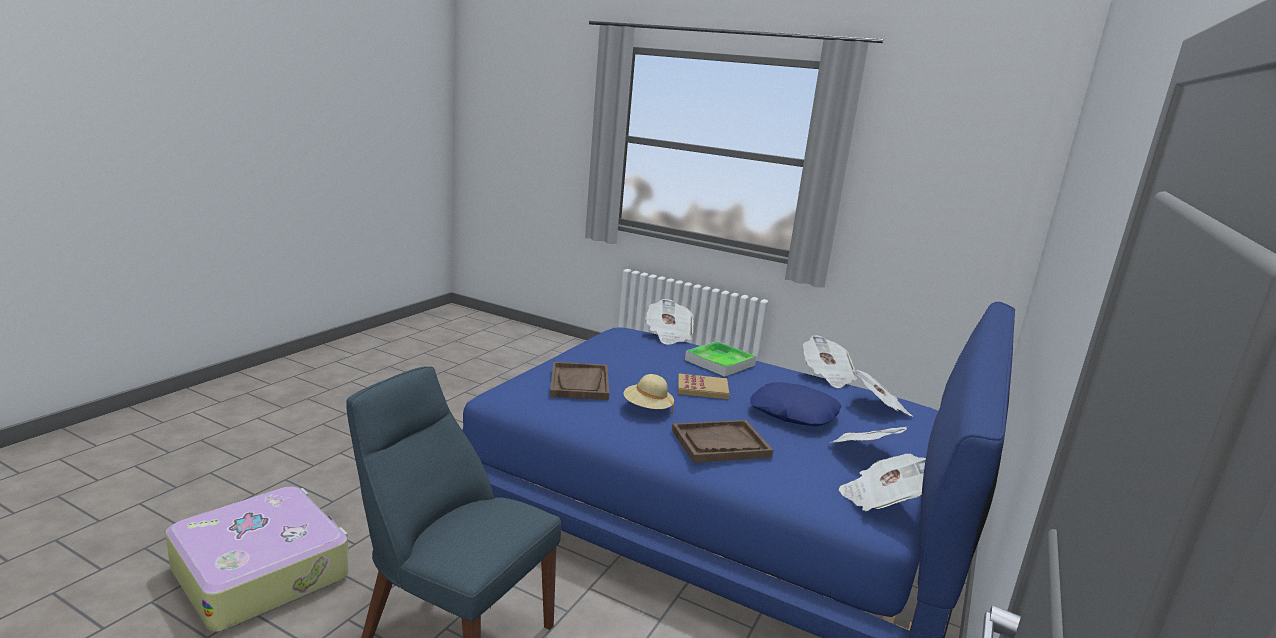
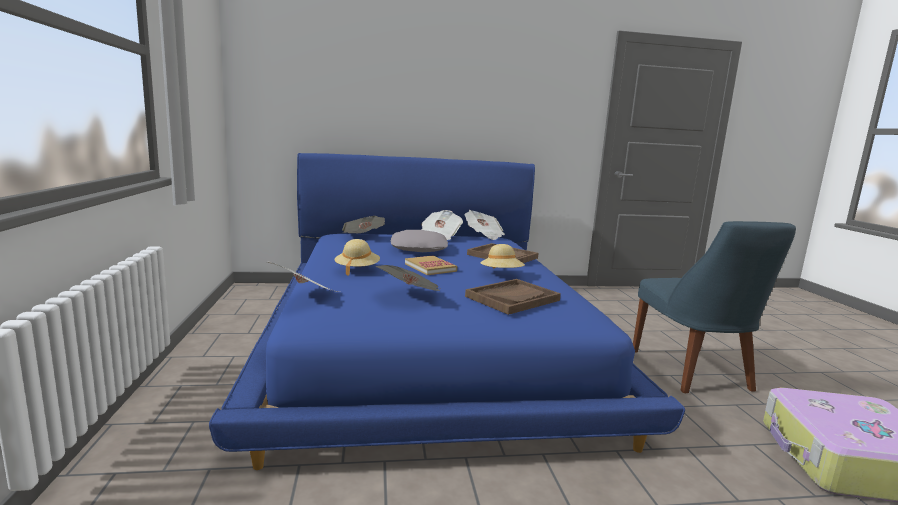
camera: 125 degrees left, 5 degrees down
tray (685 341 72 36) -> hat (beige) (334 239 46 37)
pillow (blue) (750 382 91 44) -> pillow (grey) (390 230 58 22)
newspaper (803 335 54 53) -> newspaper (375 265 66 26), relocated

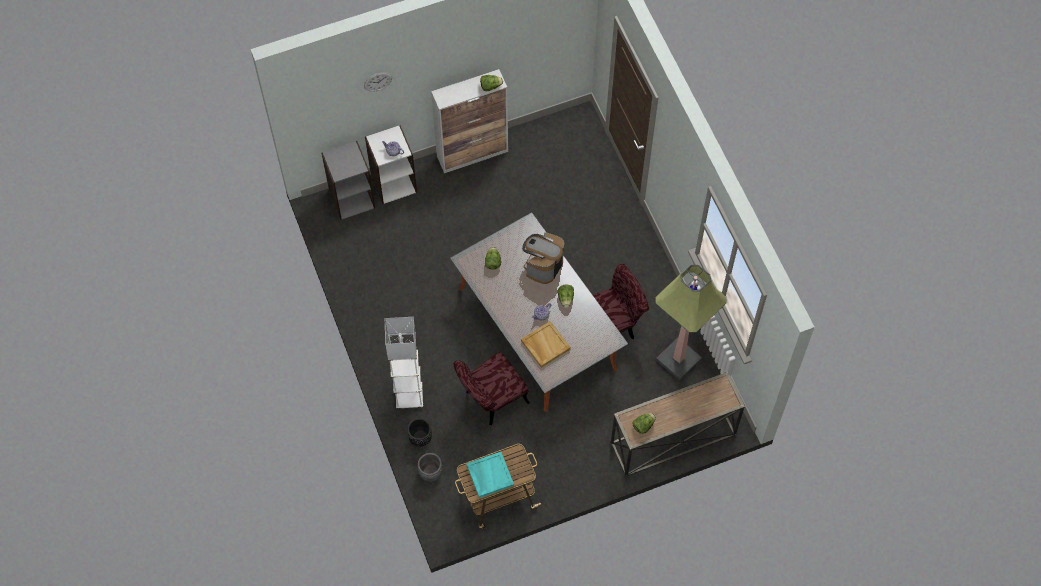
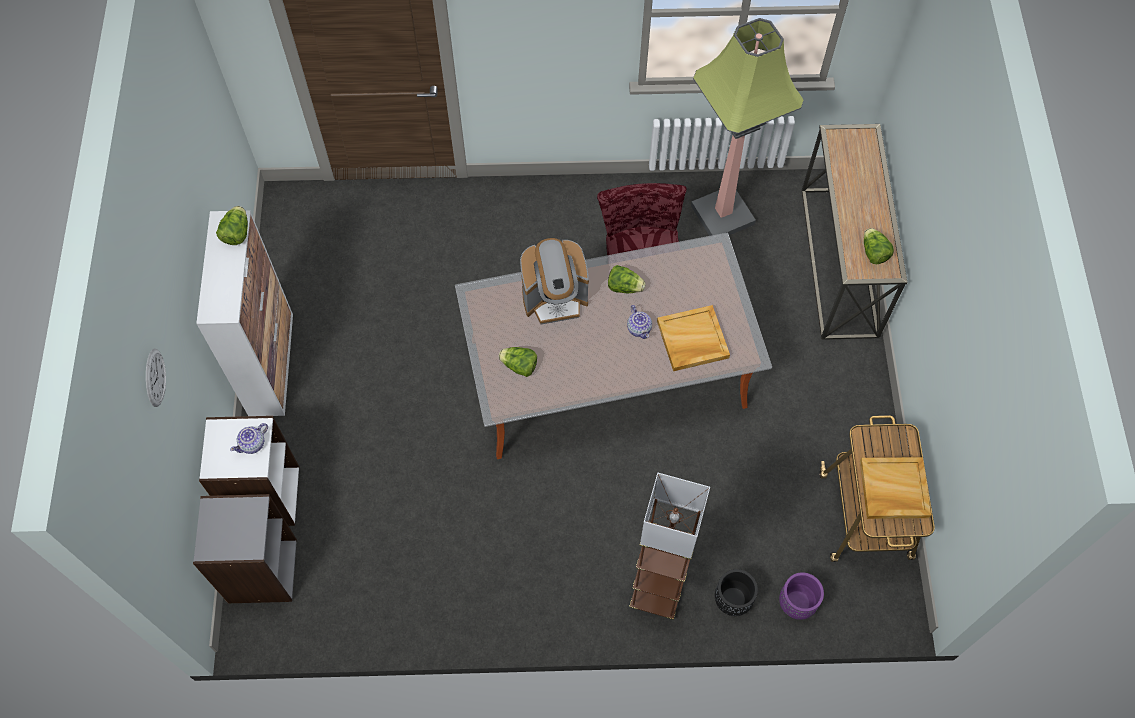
camera: 70 degrees left, 0 degrees up
floor lamp (white) (385 317 38 92) -> floor lamp (brown) (629 473 81 147)
planter (grey) (418 453 24 29) -> planter (purple) (779 572 45 48)
chair (red) (454 352 76 73) -> none
tray (turquoise) (466 452 48 46) -> tray (beige) (860 457 71 62)
coffee machine (522 232 42 52) -> coffee machine (520 238 69 86), 60 degrees counterclockwise

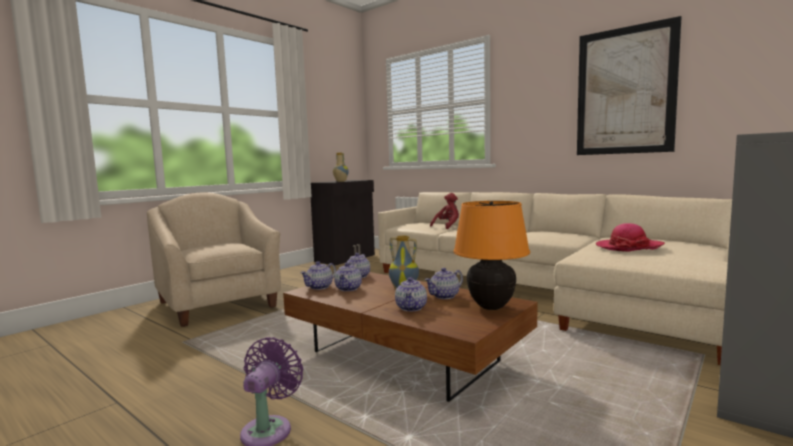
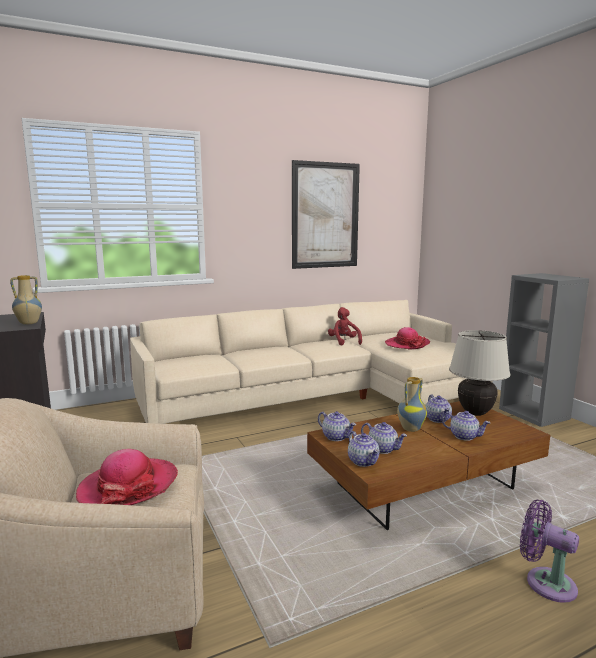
camera: 65 degrees left, 5 degrees up
plush toy (red) (430 193 29 36) -> plush toy (red) (328 307 34 39), relocated
table lamp (orange) (453 201 77 109) -> table lamp (beige) (449 330 62 86)
none -> hat (76 449 102 56)

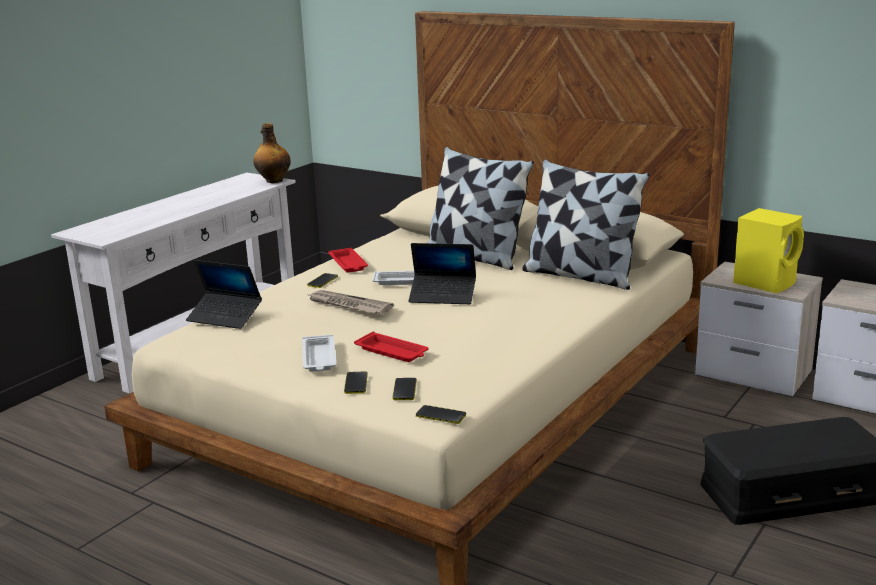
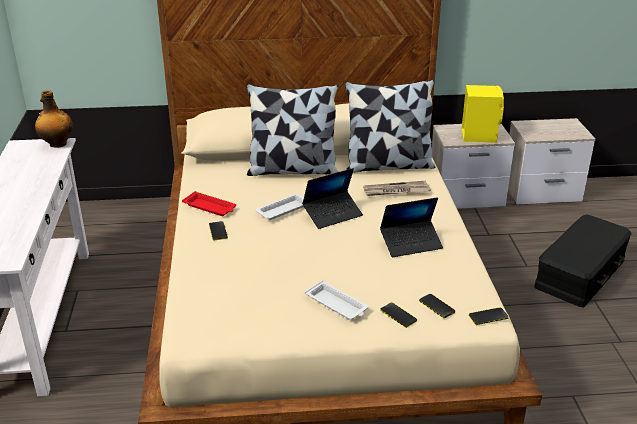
camera: 40 degrees left, 10 degrees up
laptop (186 260 76 69) -> laptop (380 197 63 60), relocated
newspaper (306 290 88 24) -> newspaper (363 181 68 15), relocated
tray (red) (354 331 75 31) -> none

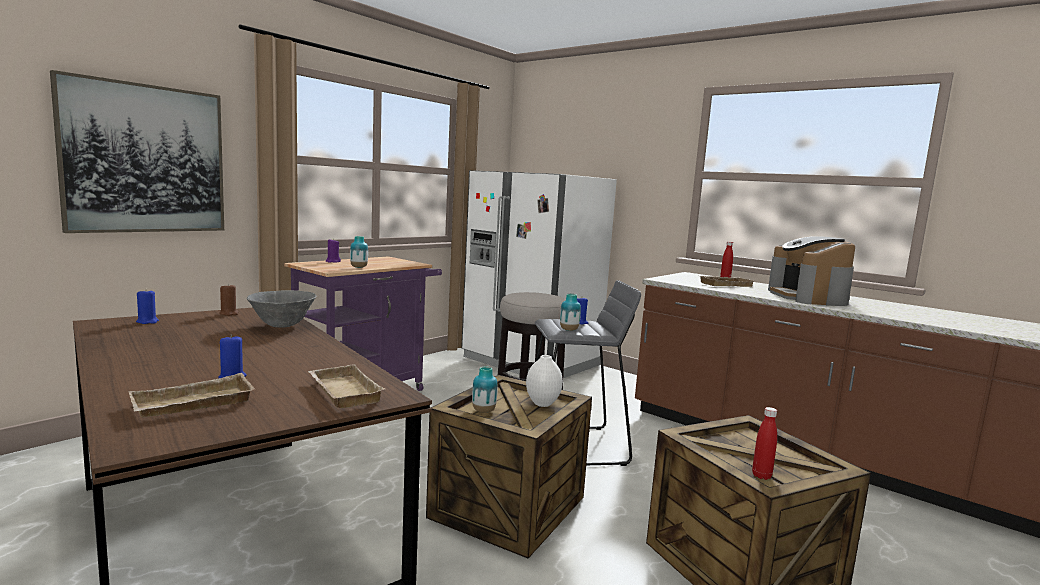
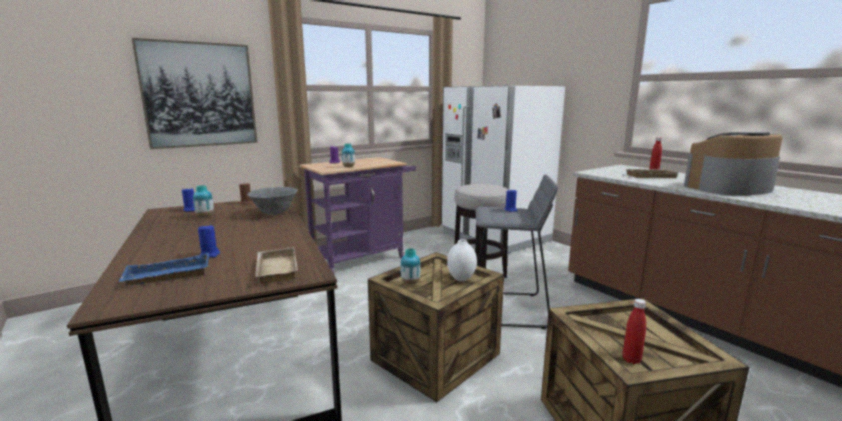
camera: 15 degrees right, 5 degrees up
tray (beige) (128 373 127 45) -> tray (blue) (118 253 91 33)
vase (560 294 21 37) -> vase (193 185 21 32), relocated
coffee machine (768 236 87 70) -> coffee machine (684 132 98 63), 60 degrees clockwise

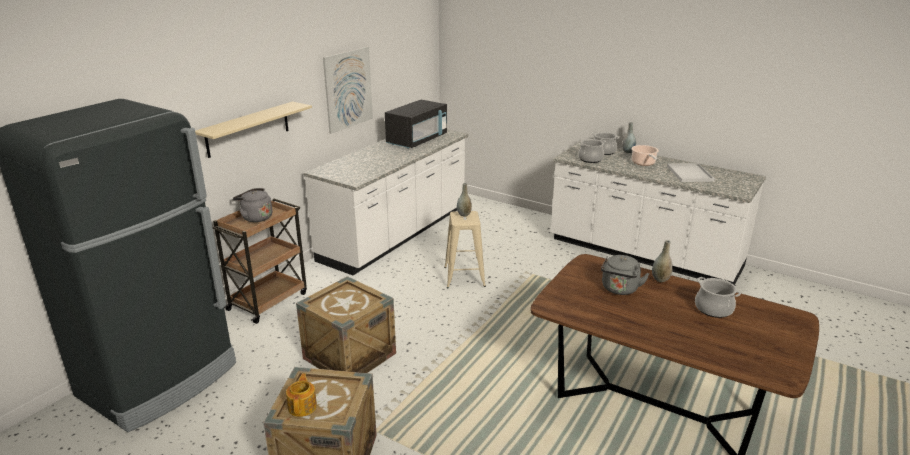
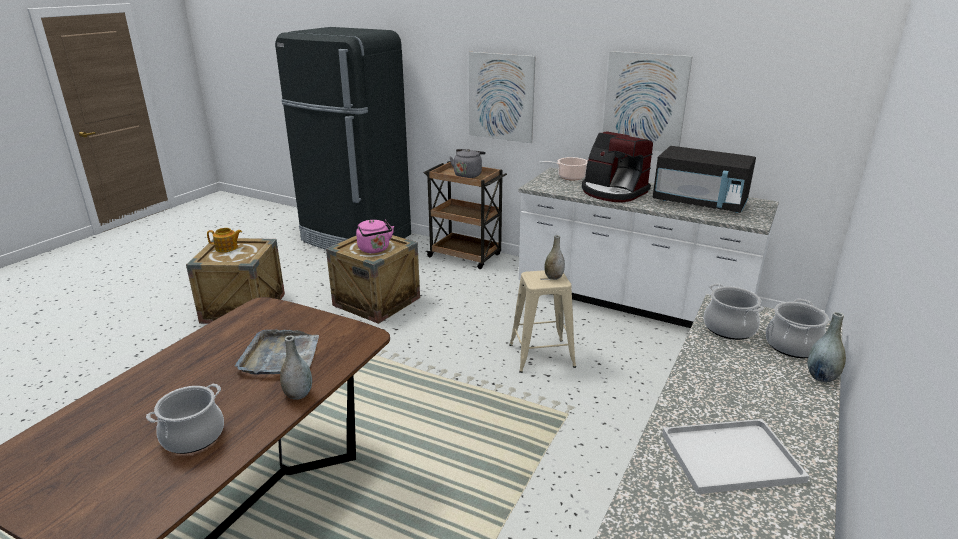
camera: 85 degrees right, 0 degrees up
shelf (beige) (195 101 117 57) -> picture (469 52 67 91)
kettle (grey) (601 255 48 40) -> tray (grey) (235 330 84 45)
cooking pot (631 145 28 21) -> cooking pot (539 157 49 23), relocated
none -> kettle (pink) (356 220 38 33)
none -> coffee machine (582 131 71 71)

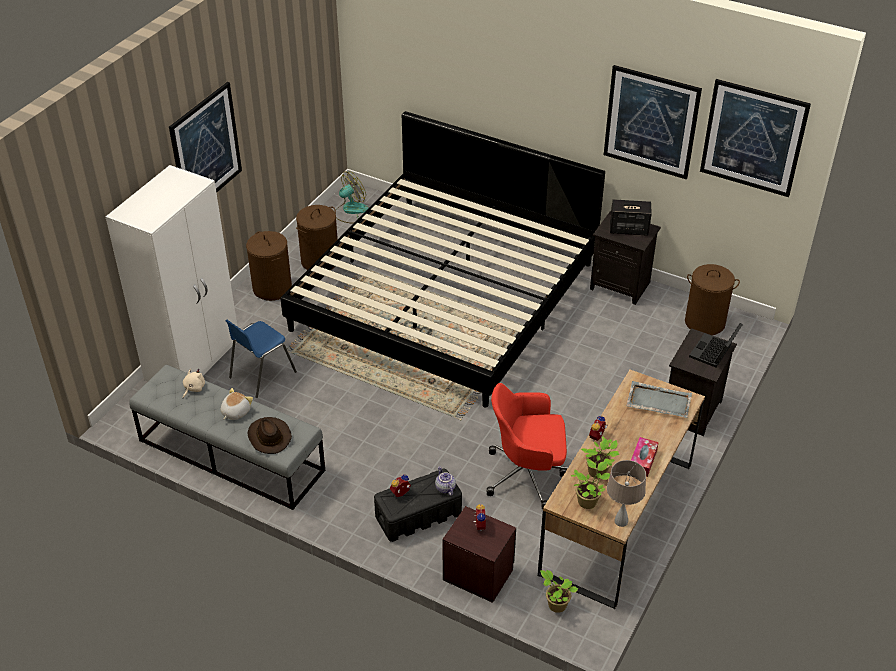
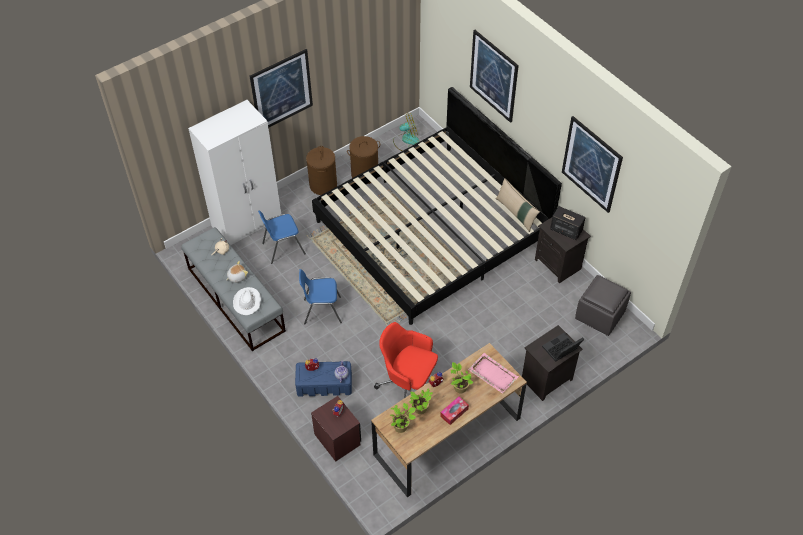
camera: 25 degrees right, 10 degrees up
hat (brown) (247 417 45 37) -> hat (white) (233 287 28 28)
storage box (black) (374 469 88 73) -> storage box (blue) (295 361 57 36)
potted plant (540 570 38 43) -> potted plant (451 362 22 31), relocated
table lamp (beige) (607 460 39 67) -> none
tray (grey) (626 381 66 37) -> tray (pink) (468 353 51 41)
laundry basket (brown) (685 264 55 71) -> ottoman (grey) (575 275 56 61)
picture (700 79 111 118) -> picture (470 30 49 93), relocated
none -> chair (blue) (299 269 43 55)
none -> pillow (beige) (496 178 44 54)

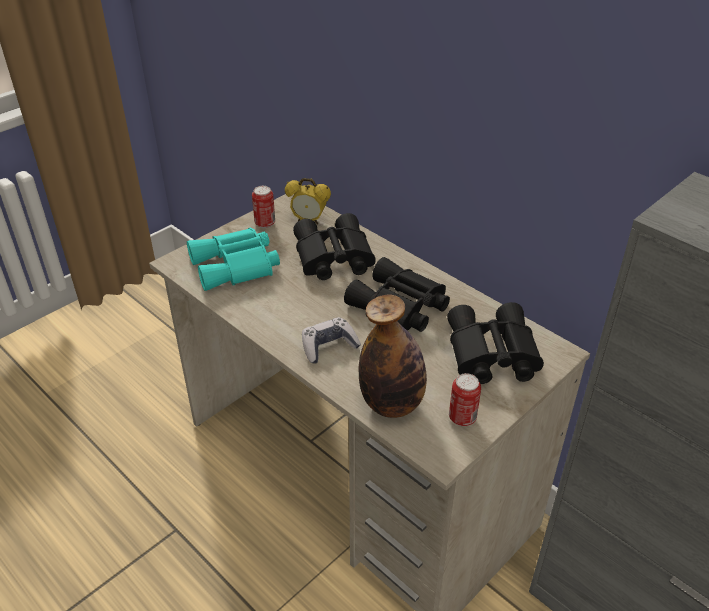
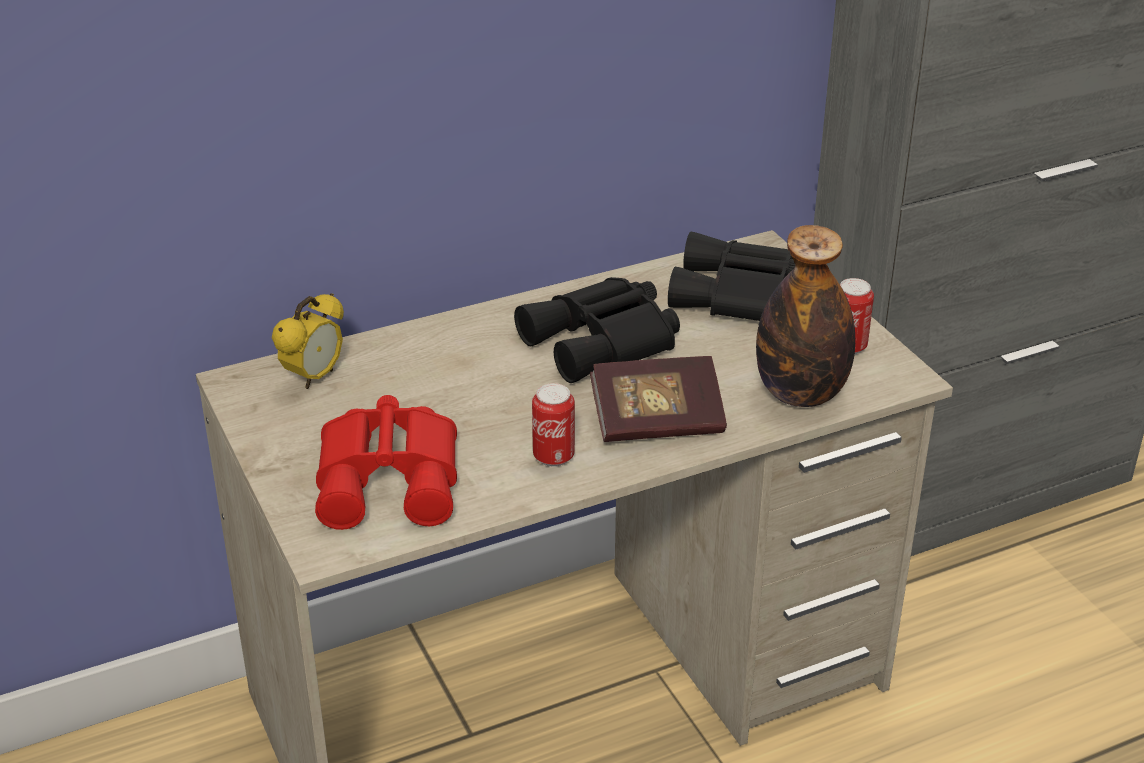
camera: 70 degrees left, 5 degrees down
binoculars (turquoise) (187 227 93 64) -> binoculars (red) (315 395 142 135)
can (252 186 23 42) -> can (532 383 43 84), relocated
binoculars (black) (293 213 83 67) -> none
game controller (302 317 59 47) -> book (590 356 137 86)

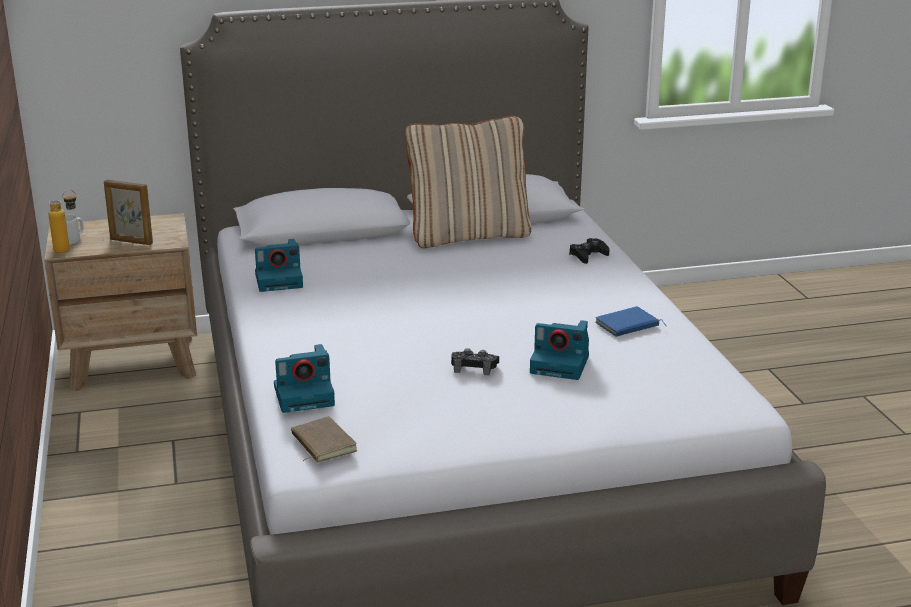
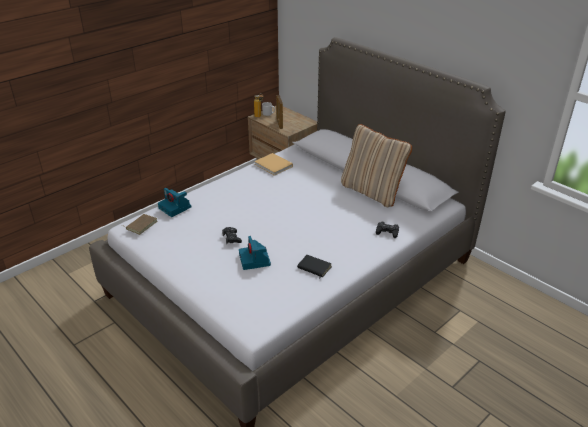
camera: 60 degrees right, 10 degrees up
photo camera (255 239 48 53) -> book (beige) (254 153 39 23)
book (blue) (595 306 71 31) -> book (black) (297 255 35 24)

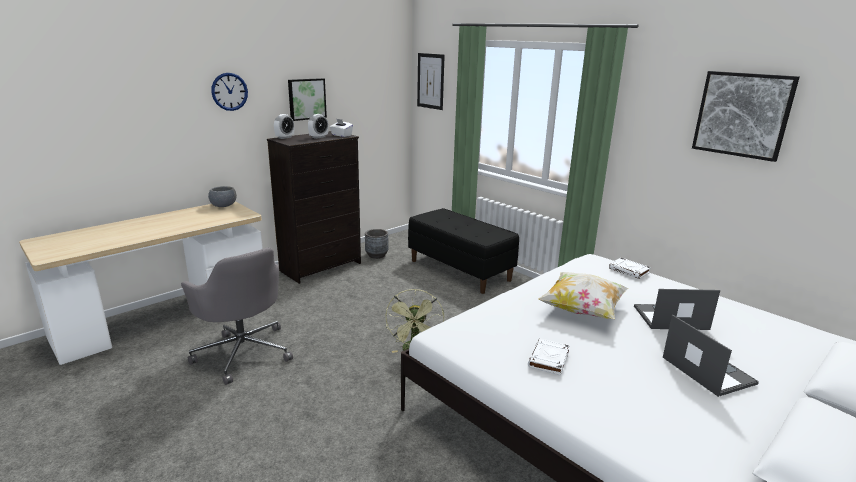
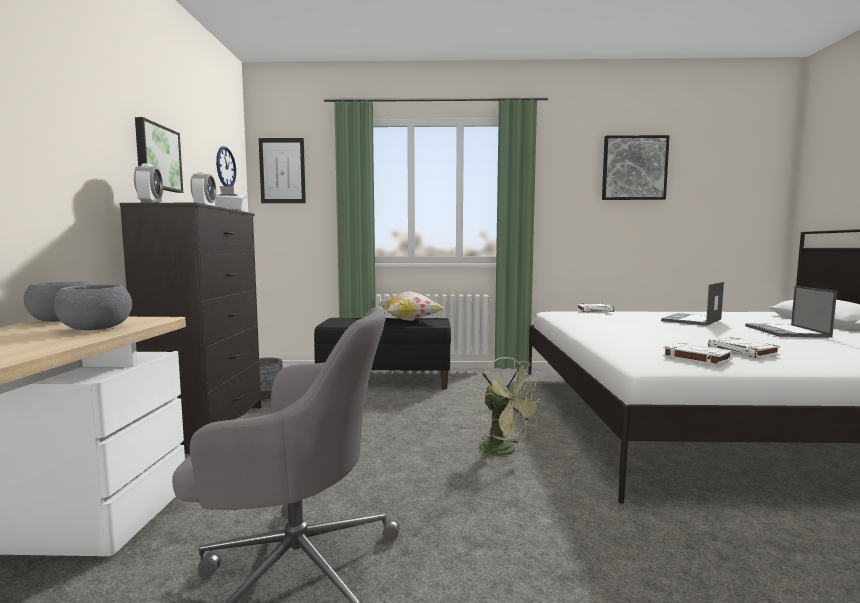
camera: 45 degrees left, 15 degrees down
wall clock (211 73 37 38) -> wall clock (216 147 20 40), relocated
pillow (538 272 90 47) -> pillow (378 291 68 30), relocated
laptop (663 315 96 82) -> laptop (745 286 92 52), 105 degrees counterclockwise
none -> bowl (grey) (54 284 78 46)
none -> book (white) (662 342 71 23)

